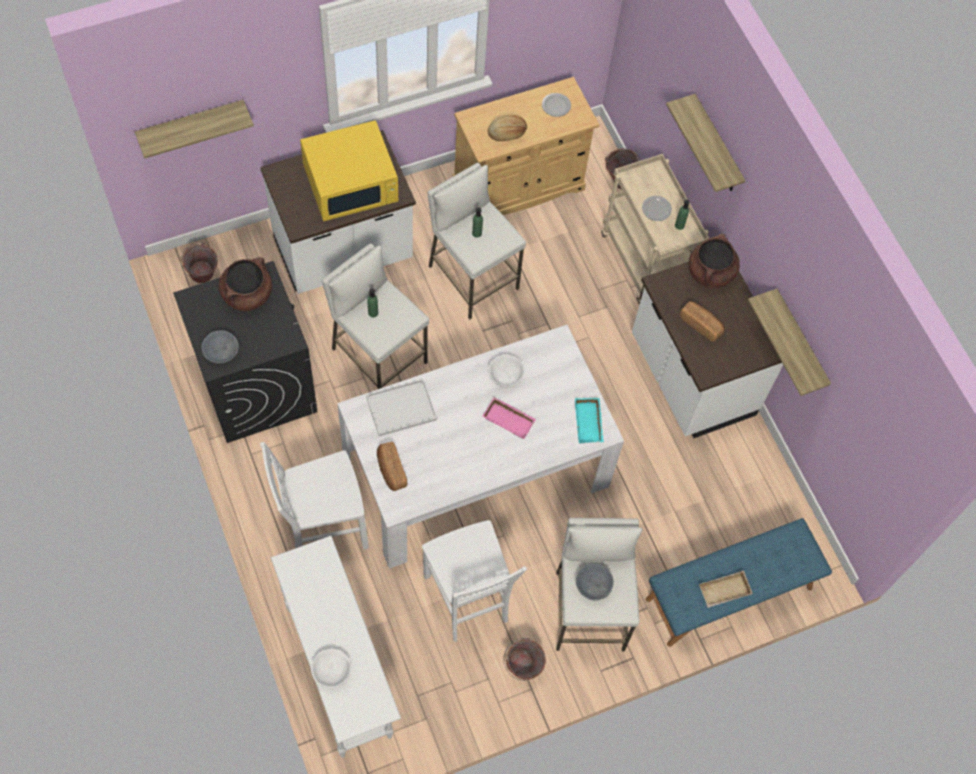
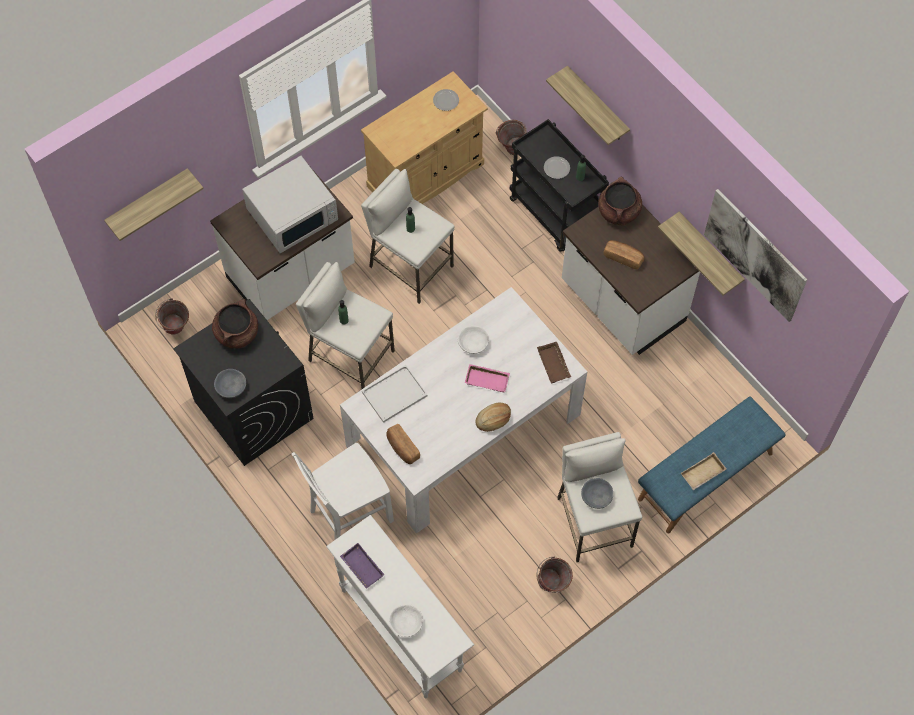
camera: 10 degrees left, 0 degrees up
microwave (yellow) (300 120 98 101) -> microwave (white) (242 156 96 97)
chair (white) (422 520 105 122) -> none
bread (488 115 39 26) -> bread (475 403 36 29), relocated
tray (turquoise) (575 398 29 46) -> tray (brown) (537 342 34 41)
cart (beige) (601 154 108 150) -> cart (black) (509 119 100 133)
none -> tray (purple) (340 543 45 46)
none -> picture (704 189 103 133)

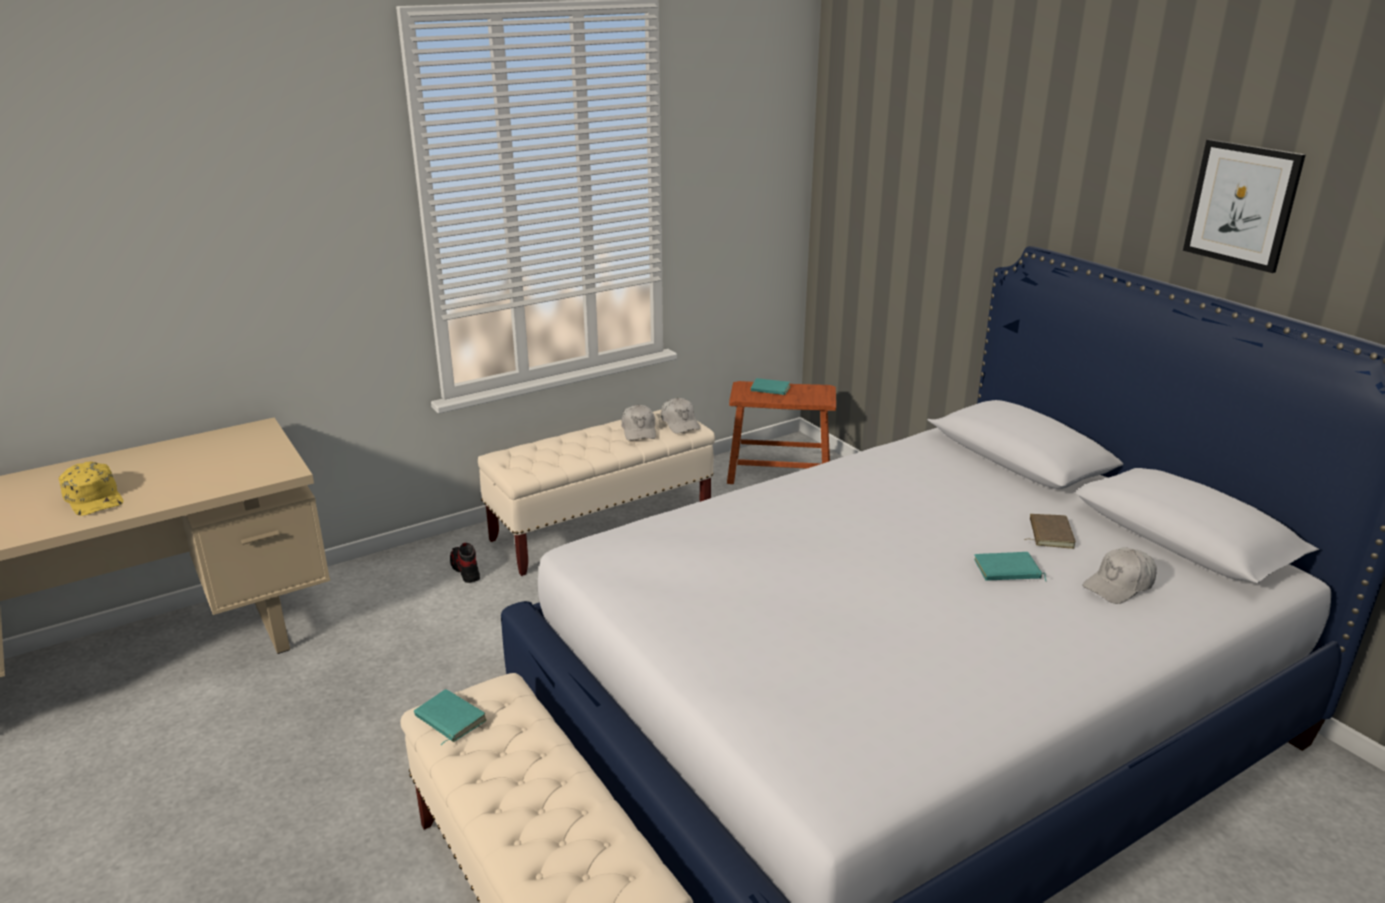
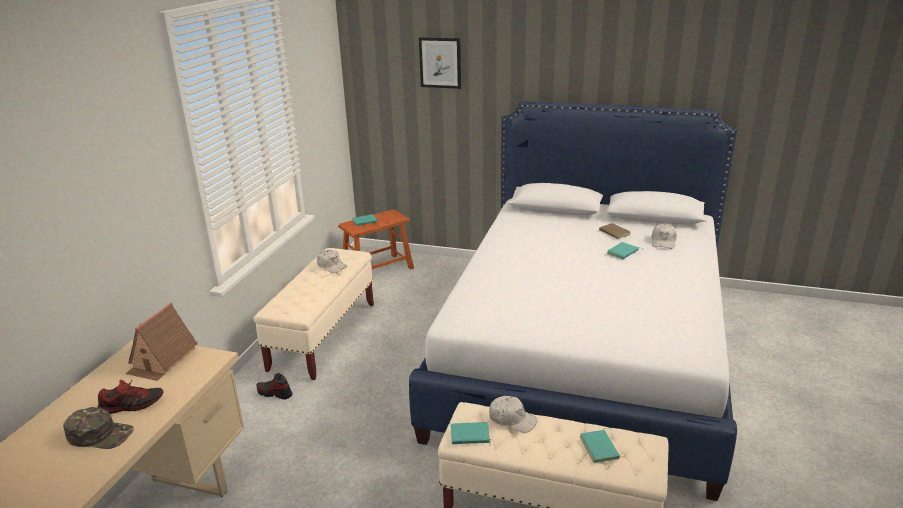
camera: 40 degrees left, 0 degrees up
cap (yellow) (58 462 65 54) -> cap (green) (63 407 71 42)
cap (white) (661 398 40 36) -> cap (white) (489 396 49 37), relocated
picture (1183 139 123 134) -> picture (419 37 42 52), relocated
none -> shoe (97 380 67 34)
none -> toy house (125 303 73 78)
none -> book (turquoise) (580 428 40 35)

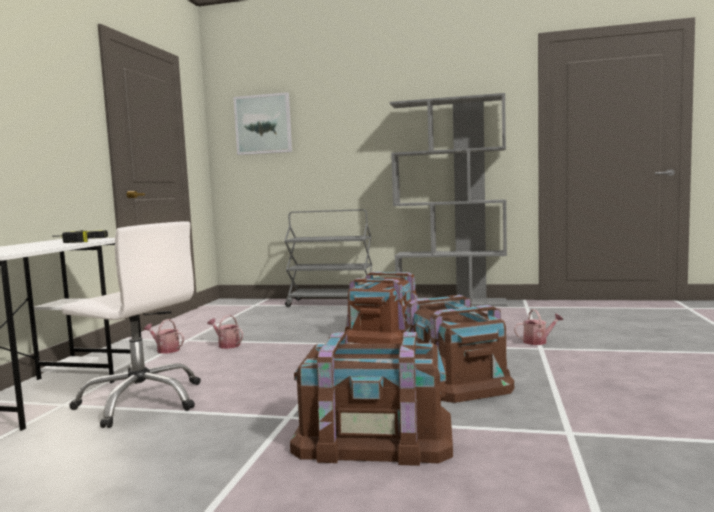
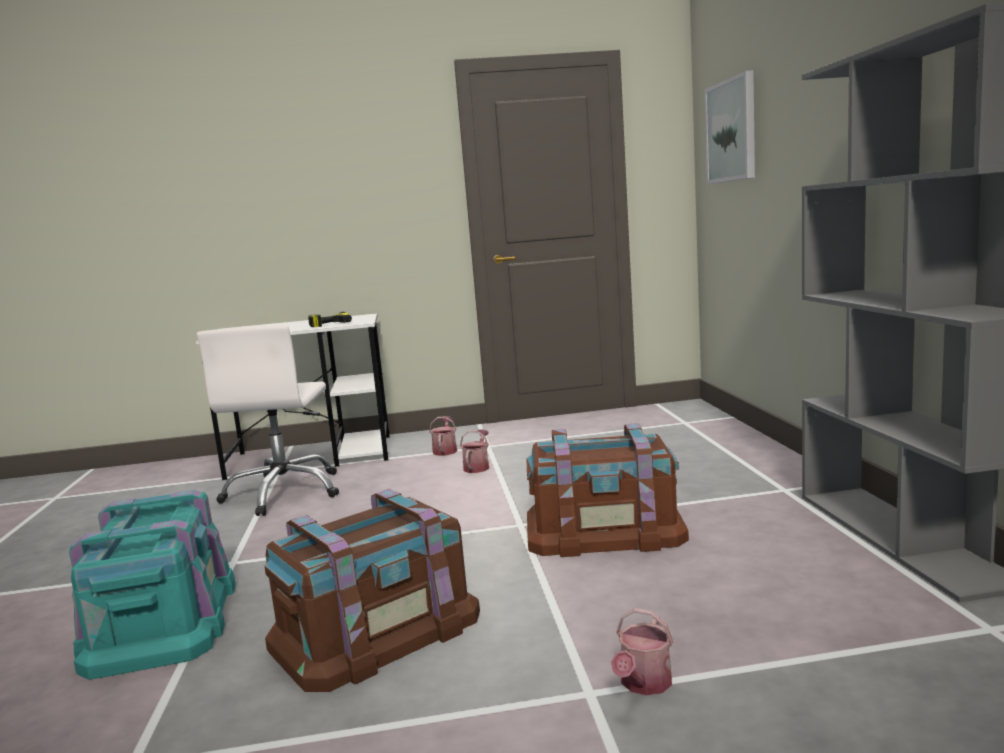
camera: 70 degrees right, 5 degrees up
cart (grey) (284 209 88 98) -> none
storage box (brown) (290 332 163 134) -> storage box (turquoise) (69 490 167 190)
watering can (514 309 50 36) -> watering can (611 608 62 87), 60 degrees clockwise

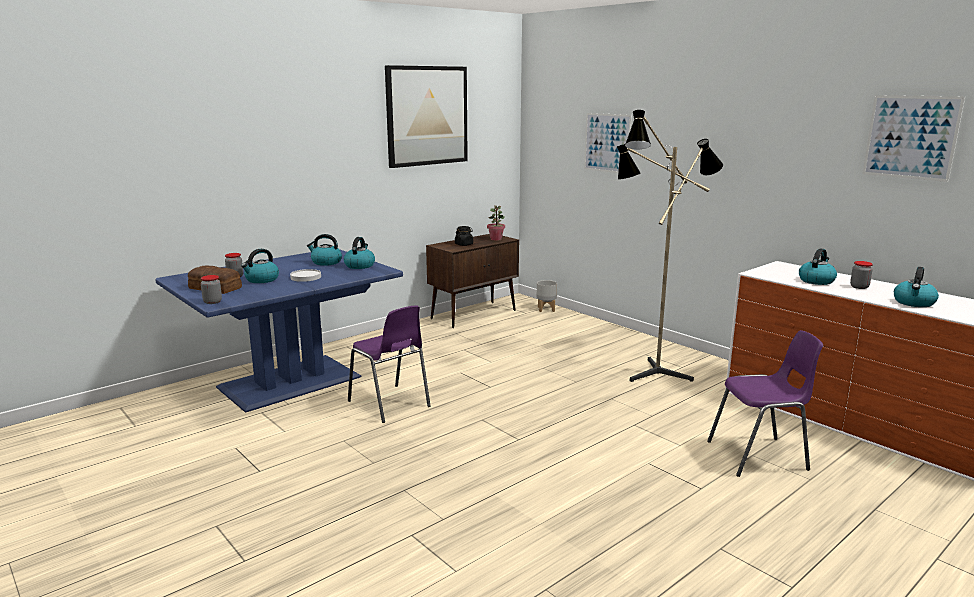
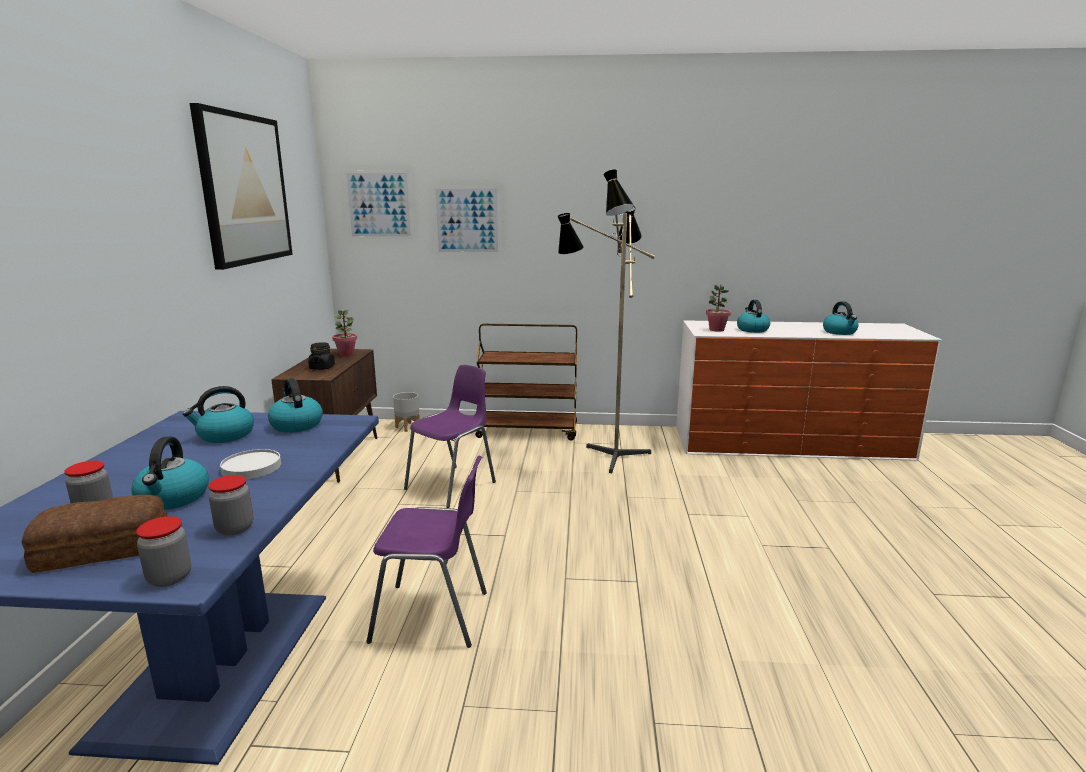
camera: 45 degrees left, 0 degrees up
chair (purple) (707 330 116 147) -> chair (purple) (404 365 92 143), relocated
jar (850 261 23 28) -> jar (208 475 45 61), relocated
picture (862 95 103 87) -> picture (344 171 69 68), relocated
none -> cart (brown) (475 324 102 117)
none -> potted plant (706 284 25 48)

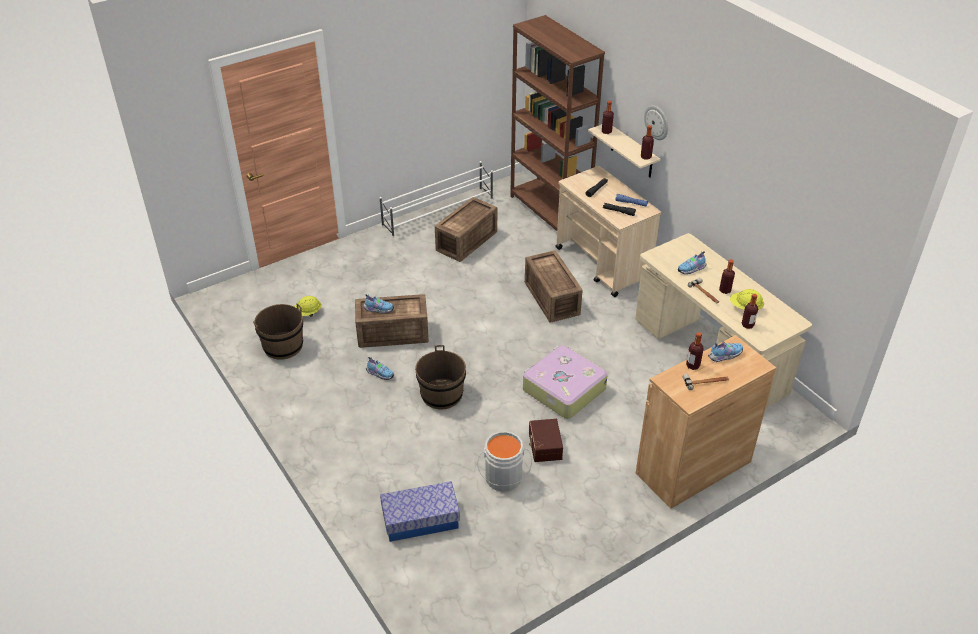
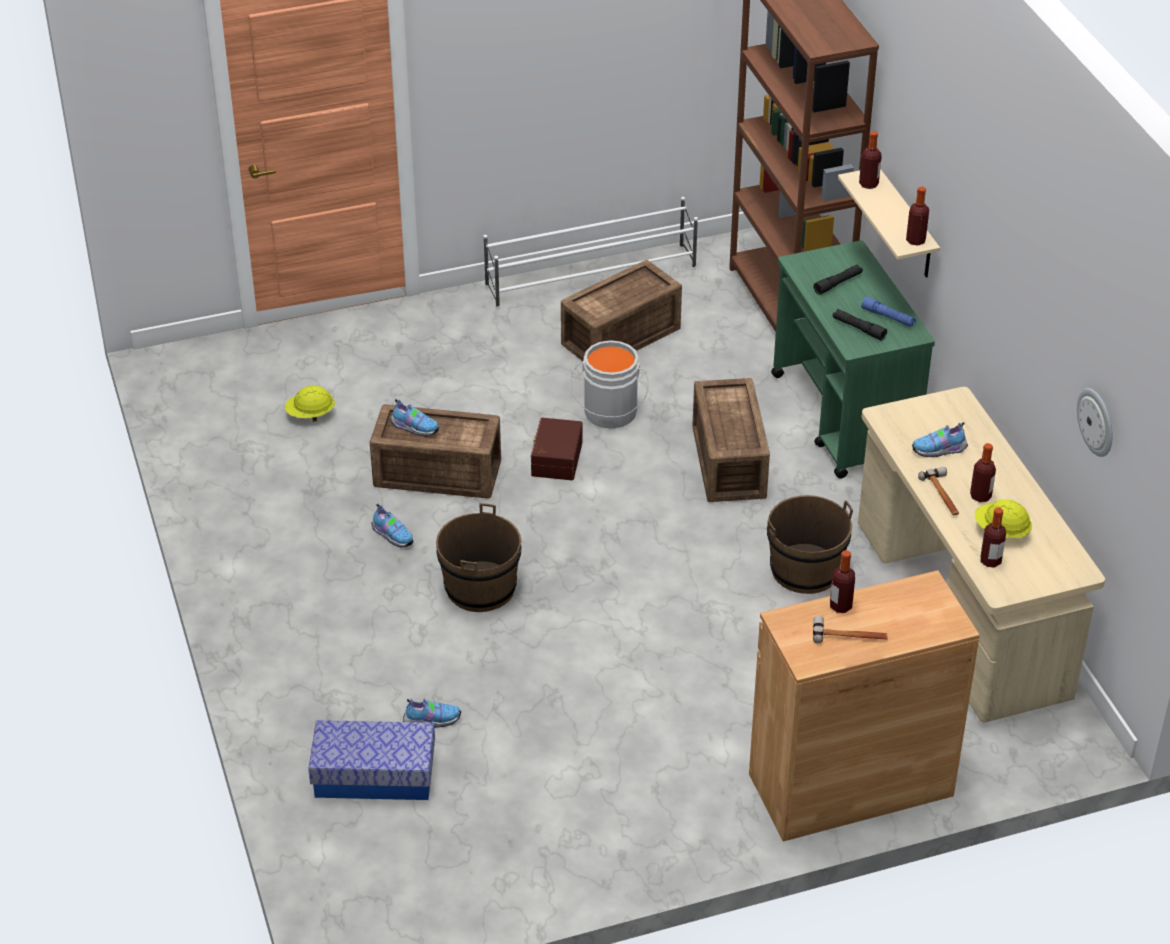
camera: 15 degrees right, 0 degrees up
bucket (brown) (253 303 50 57) -> bucket (brown) (767 495 86 99), relocated
bucket (grey) (477 431 55 61) -> bucket (grey) (571 340 78 89), relocated
suitcase (523 345 85 74) -> none
storage box (brown) (529 419 34 43) -> storage box (brown) (531 418 51 62), relocated
cart (beige) (555 166 106 131) -> cart (green) (771 240 164 239)
wall clock (644 105 24 35) -> wall clock (1077 388 35 69), relocated
shoe (708 342 35 20) -> shoe (403 699 58 29), relocated

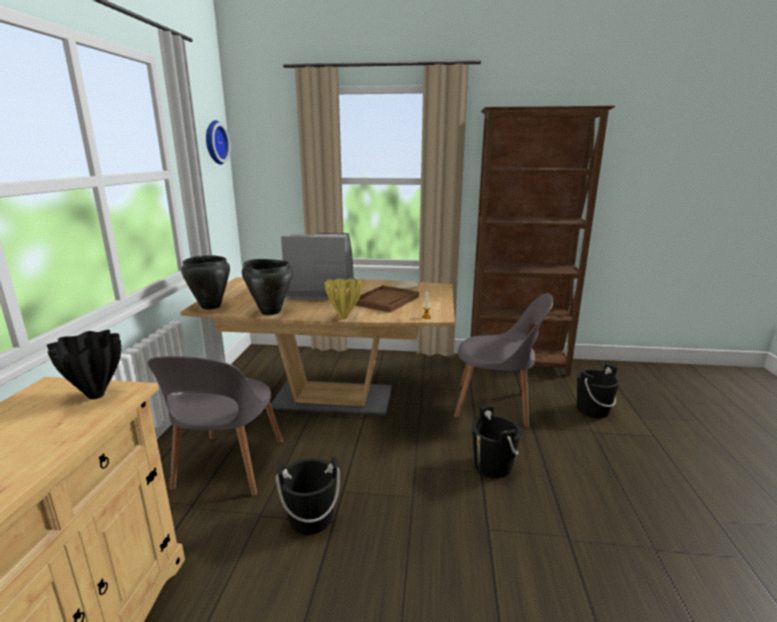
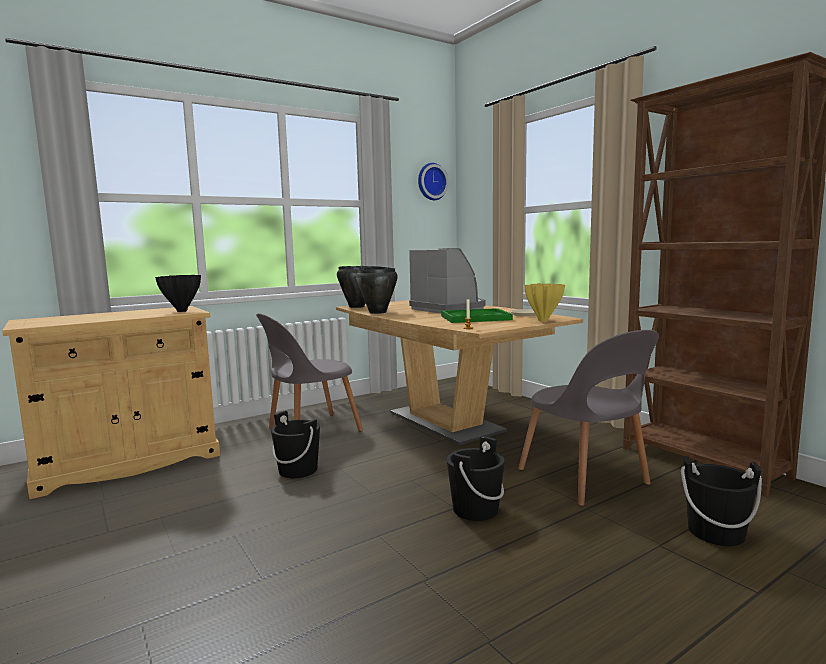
camera: 50 degrees right, 10 degrees down
vase (yellow) (324 279 39 40) -> vase (yellow) (525 283 40 39), relocated
tray (brown) (356 285 63 28) -> tray (green) (441 308 72 15)

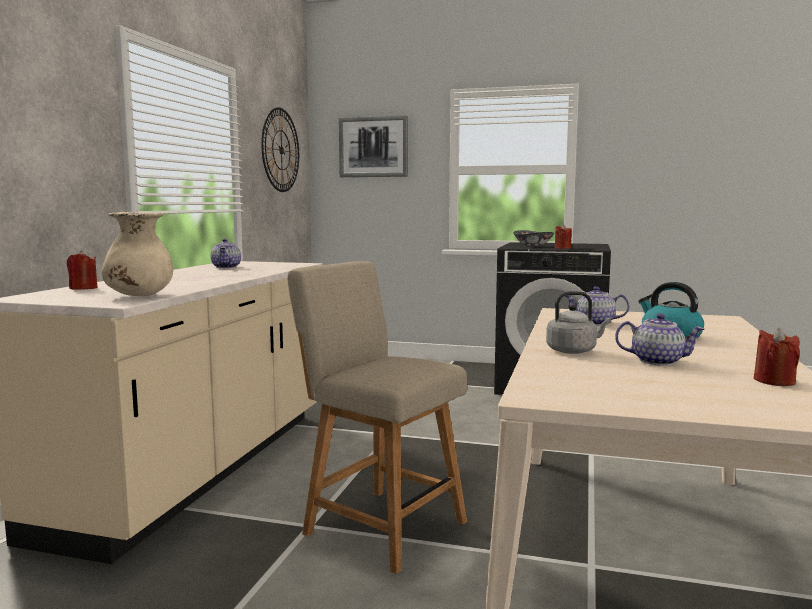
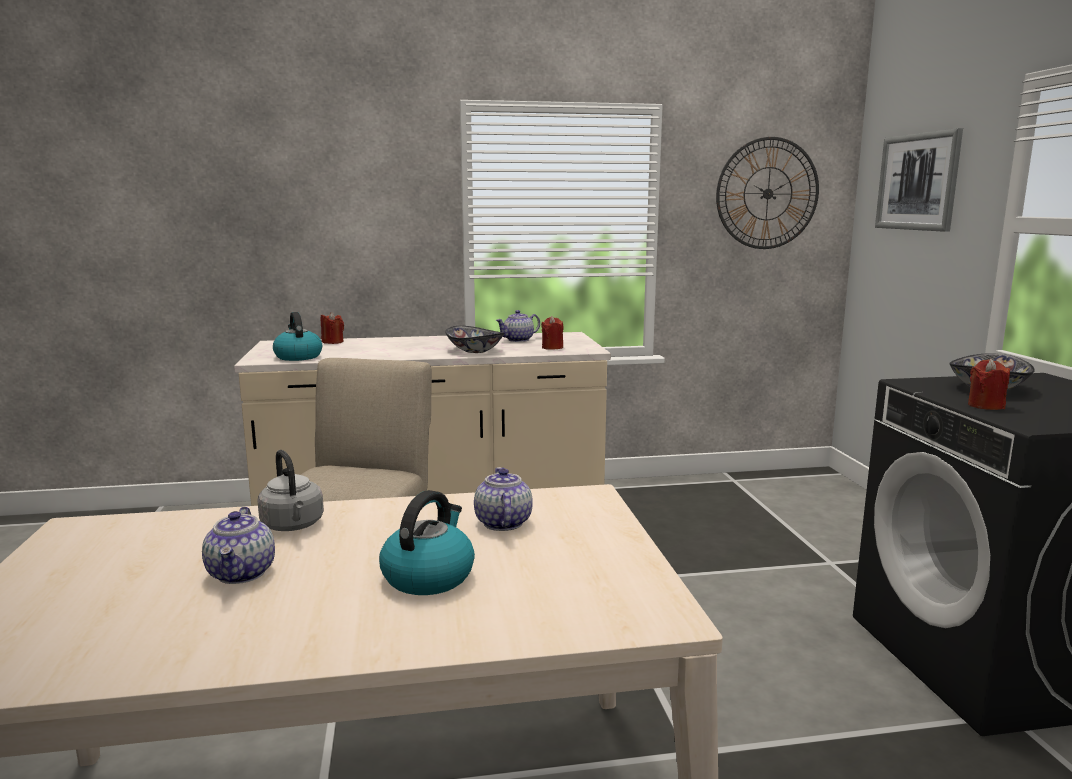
camera: 65 degrees right, 5 degrees up
vase (beige) (102 212 71 85) -> kettle (273 312 49 49)
candle (red) (754 328 46 58) -> candle (red) (541 316 23 34), relocated
none -> bowl (445 326 60 27)

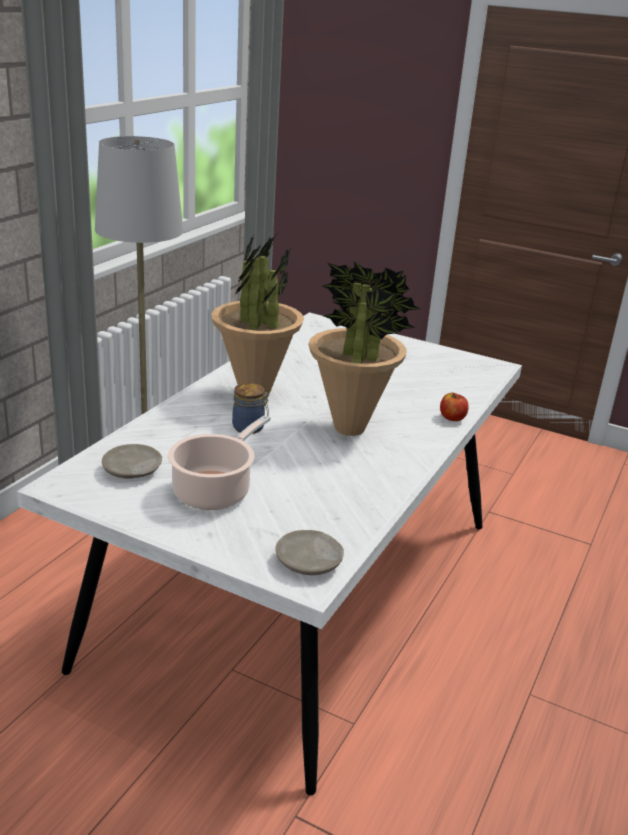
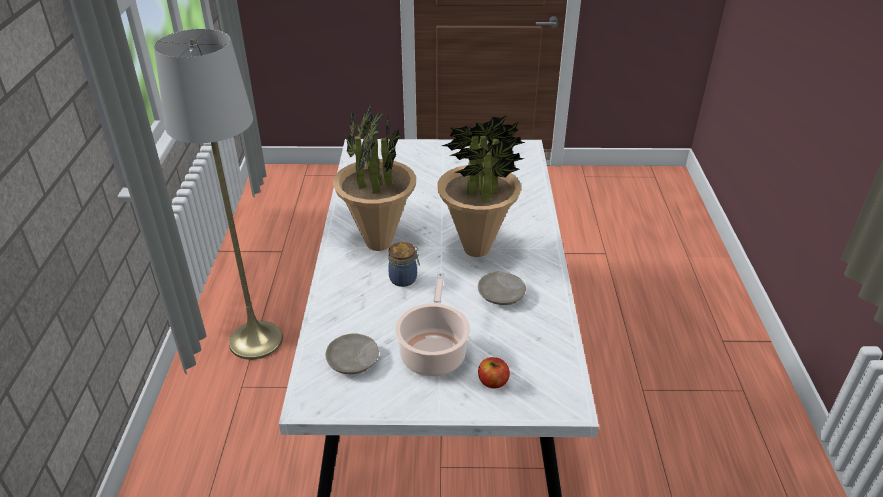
camera: 25 degrees left, 10 degrees up
plate (beige) (275 530 69 45) -> plate (beige) (478 272 48 33), relocated
apple (440 393 29 28) -> apple (478 357 32 32), relocated

